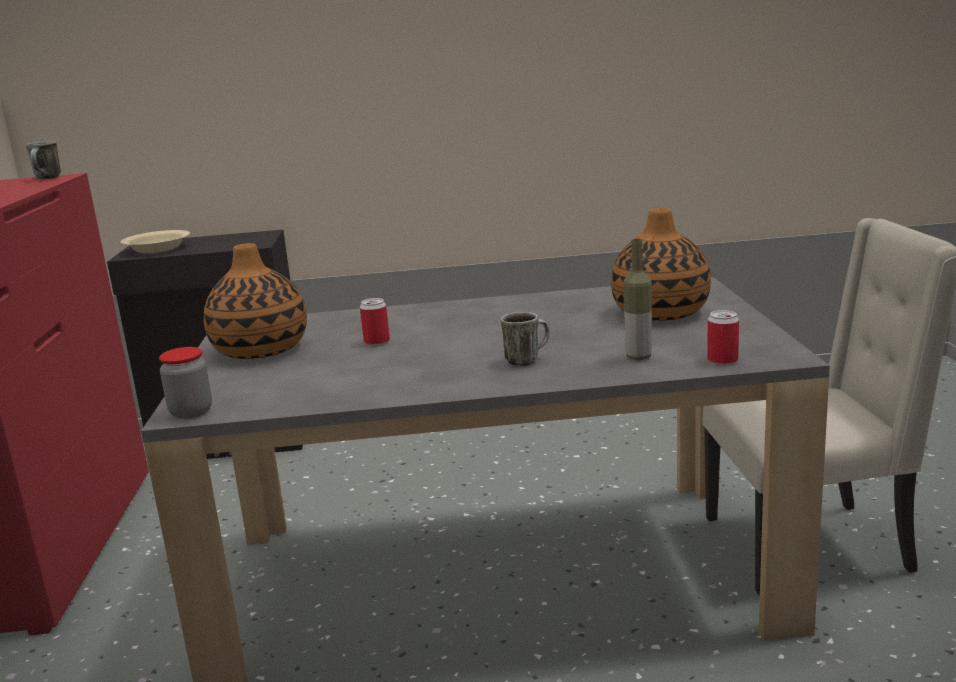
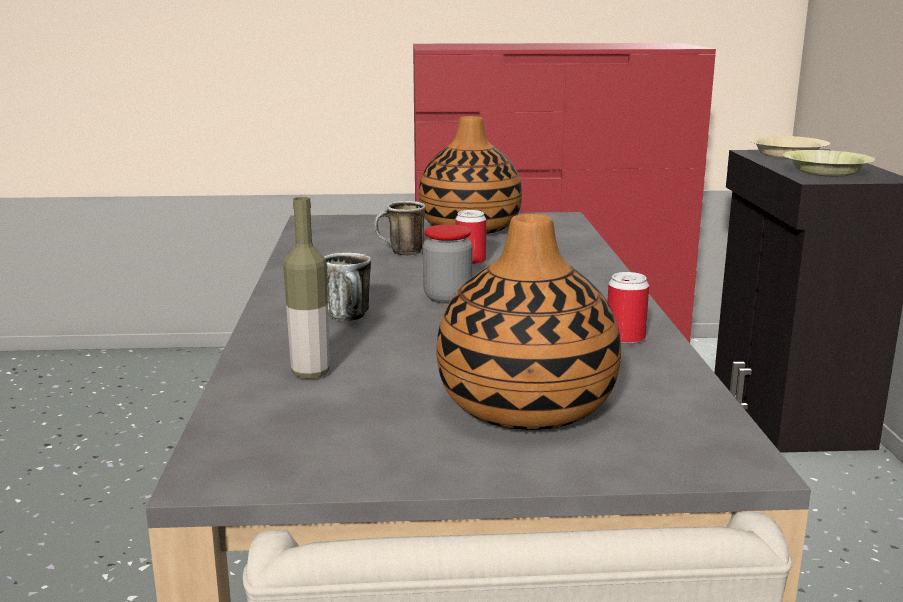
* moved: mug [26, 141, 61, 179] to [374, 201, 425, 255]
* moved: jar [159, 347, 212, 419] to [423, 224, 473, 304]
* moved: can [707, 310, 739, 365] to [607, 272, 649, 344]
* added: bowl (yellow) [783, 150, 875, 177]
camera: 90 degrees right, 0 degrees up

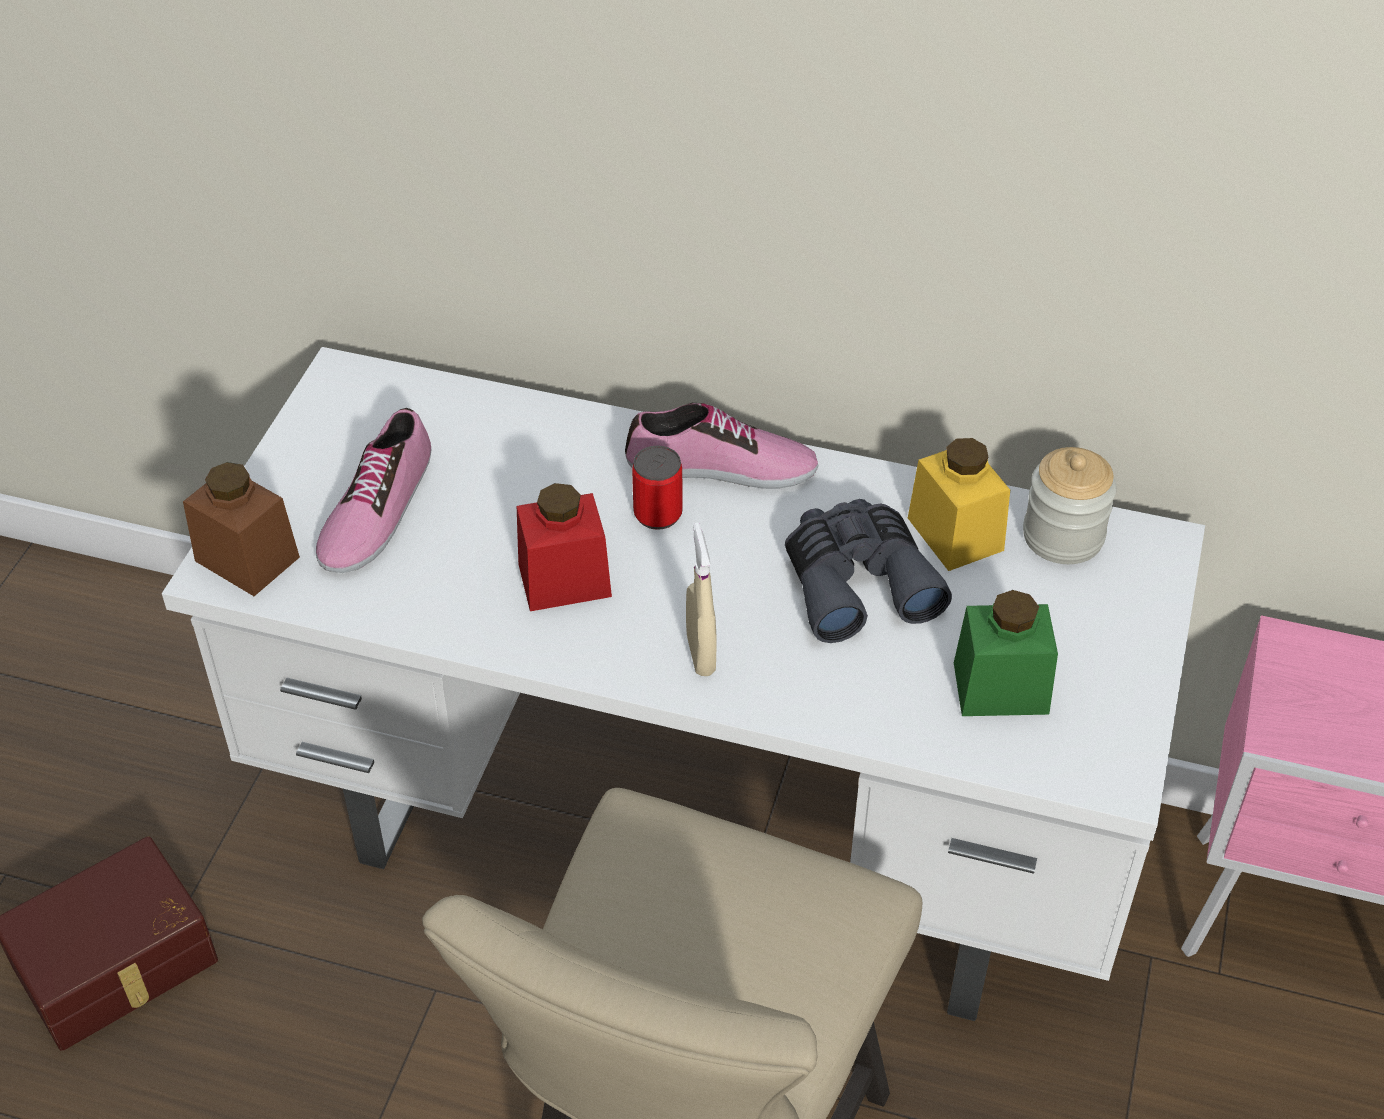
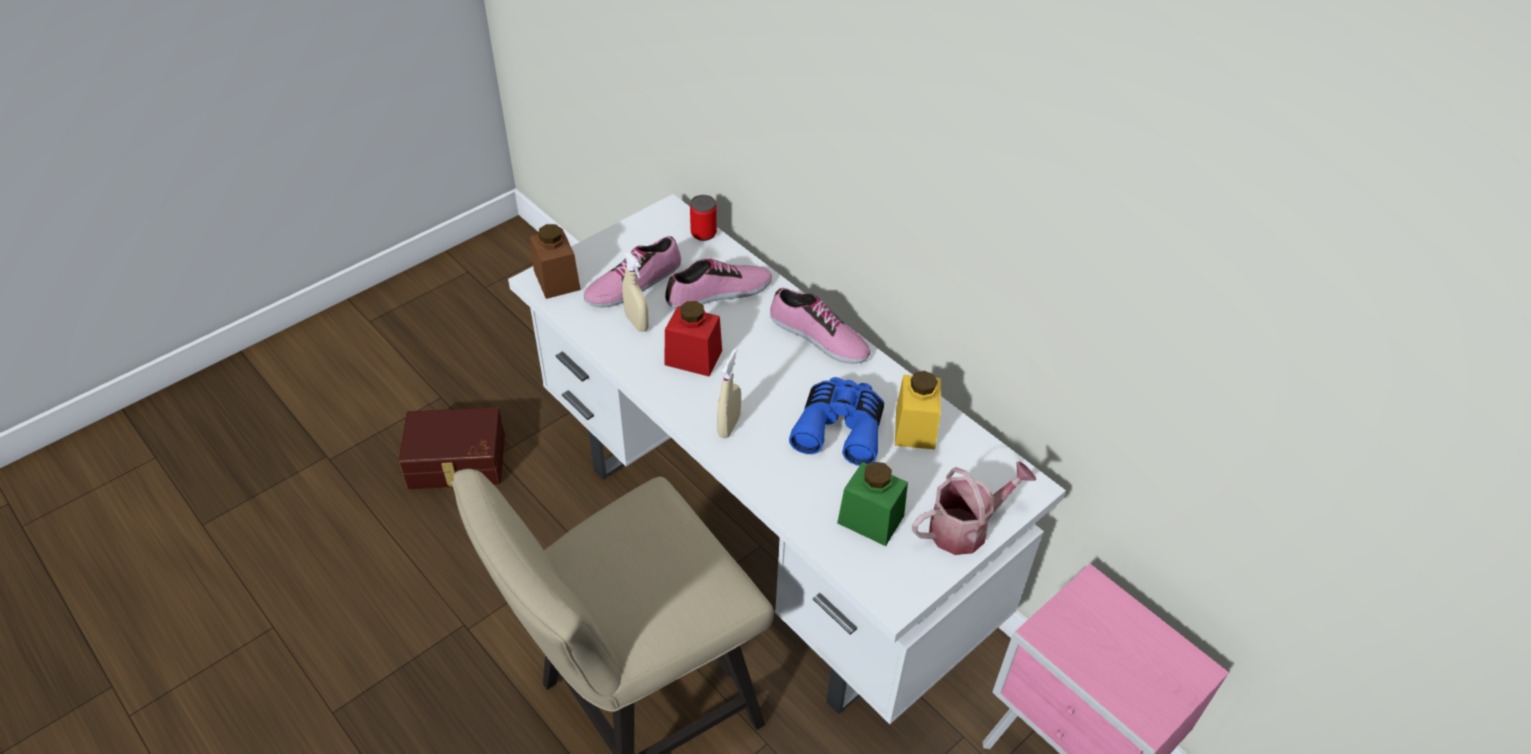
* moved: can [632, 446, 683, 530] to [690, 195, 717, 241]
* recoloured: binoculars (grey) [785, 499, 952, 643] to binoculars (blue) [789, 377, 884, 466]
* removed: jar [1023, 447, 1117, 564]
* added: spray bottle (beige) [622, 251, 649, 332]
* added: shoe [665, 259, 772, 309]
* added: watering can [912, 461, 1037, 555]
camera: 30 degrees right, 0 degrees up

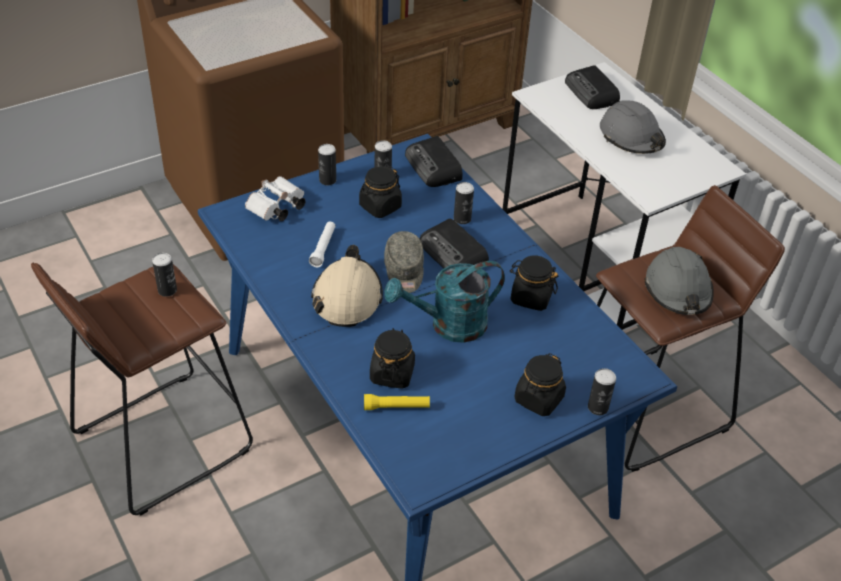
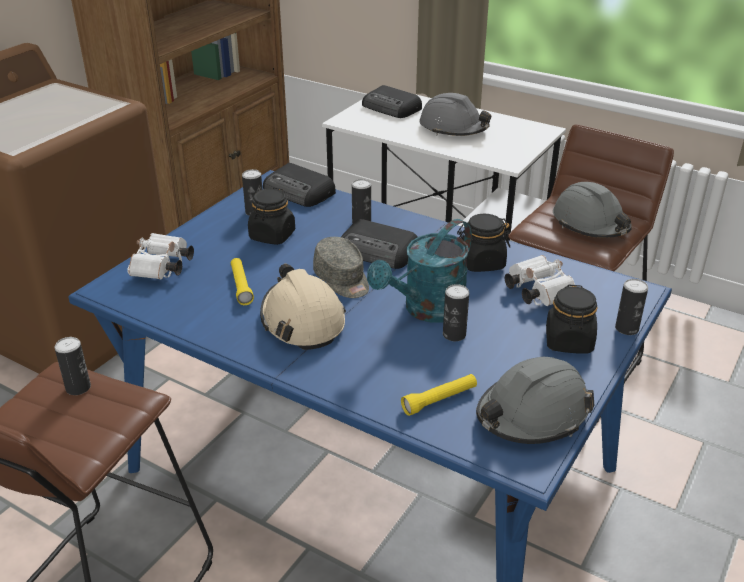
* recoloured: flashlight (white) [309, 221, 335, 267] to flashlight (yellow) [231, 258, 254, 305]
* moved: can [318, 144, 336, 185] to [443, 284, 469, 341]
* removed: jar (black) [370, 328, 415, 389]
* added: hard hat (grey) [476, 357, 594, 444]
* added: binoculars (white) [505, 255, 575, 306]
camera: 25 degrees left, 10 degrees down

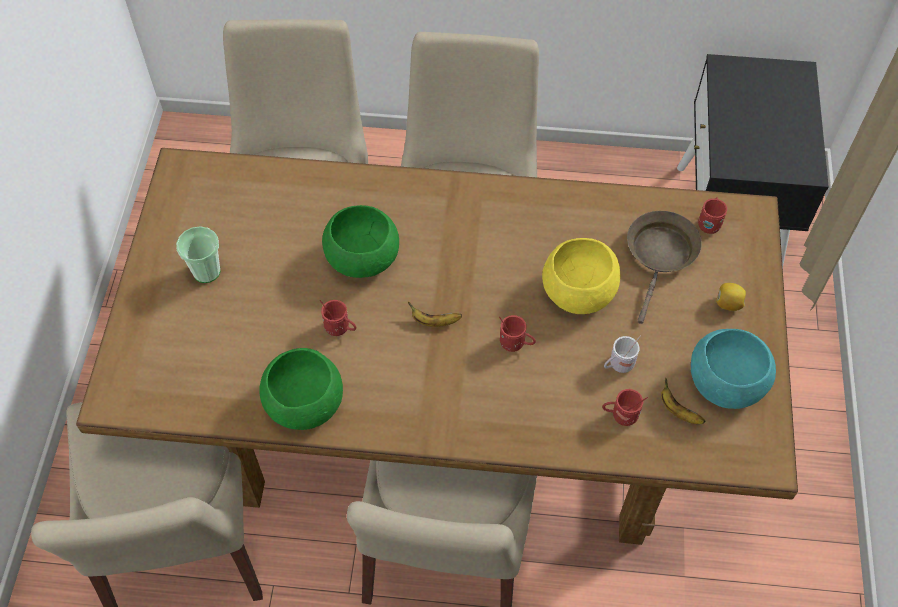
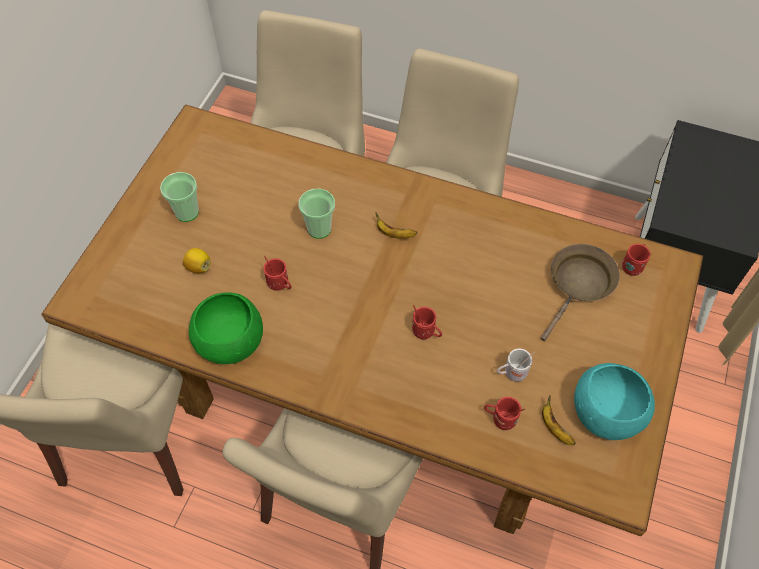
* replaced: bowl (green) [322, 205, 399, 278] to cup [299, 189, 335, 239]
* moved: banana [408, 302, 462, 327] to [375, 212, 417, 239]
* removed: bowl (yellow) [542, 238, 620, 314]
* moved: lemon [716, 283, 746, 311] to [183, 248, 210, 273]
camera: 15 degrees right, 0 degrees up

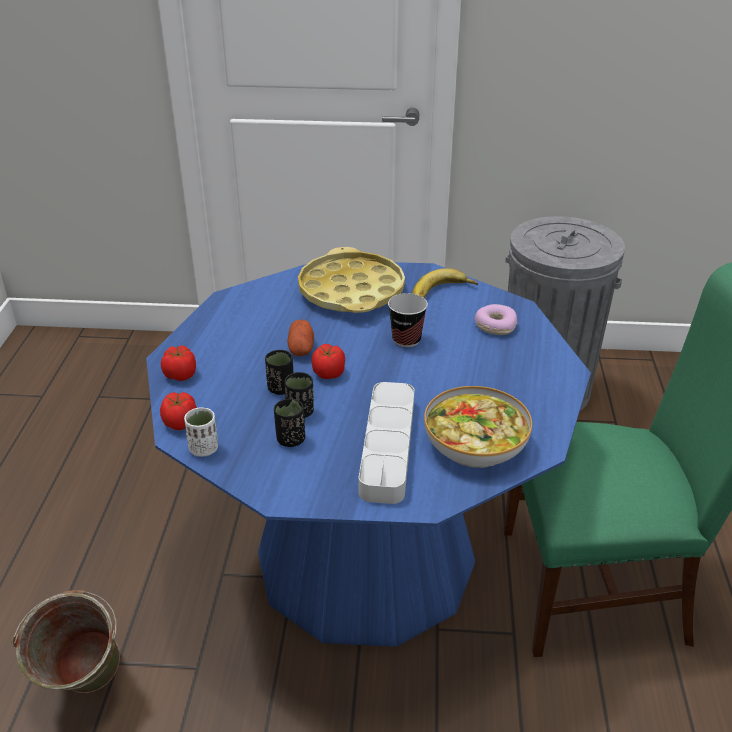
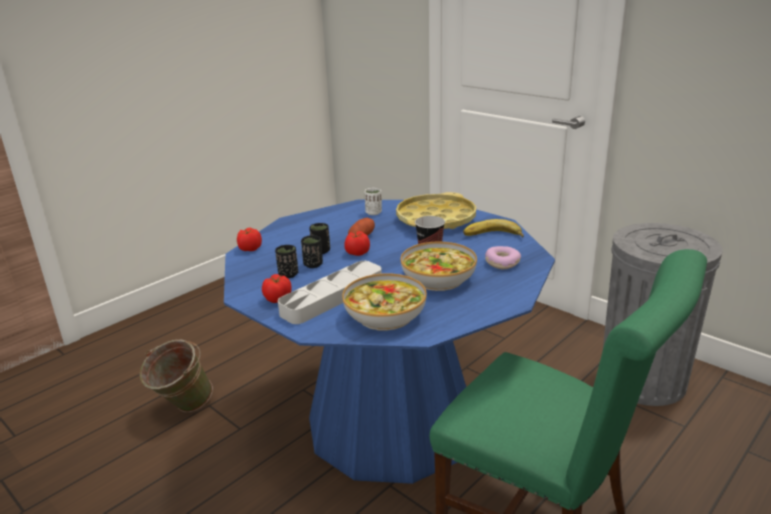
* moved: tomato [161, 345, 196, 381] to [262, 274, 292, 303]
* moved: cup (white) [184, 407, 218, 457] to [365, 188, 382, 215]
* added: bowl [401, 242, 477, 291]
camera: 40 degrees right, 10 degrees down

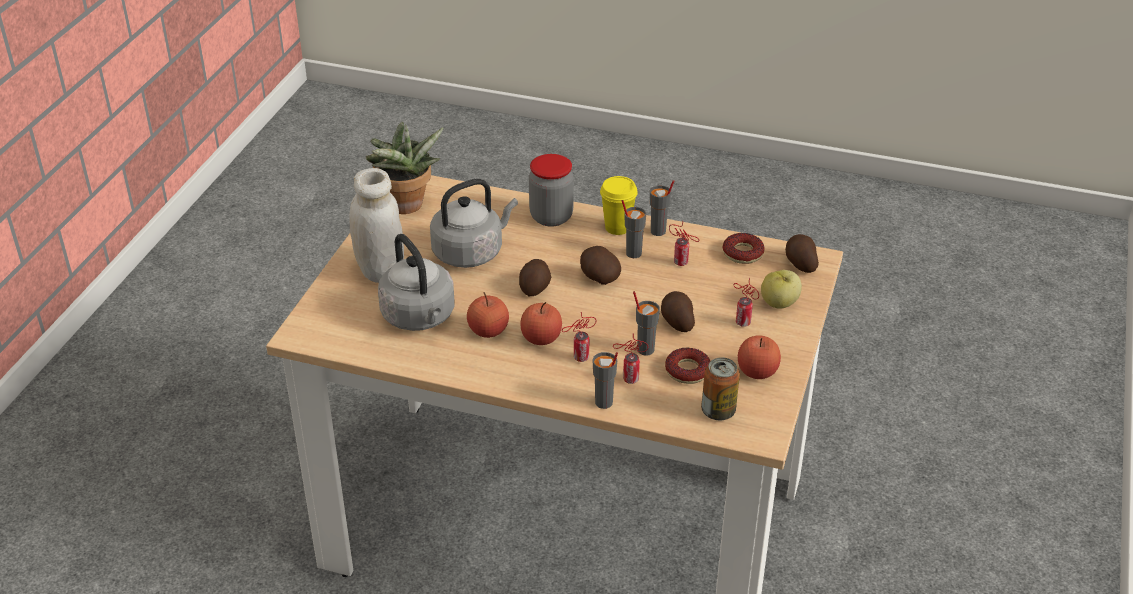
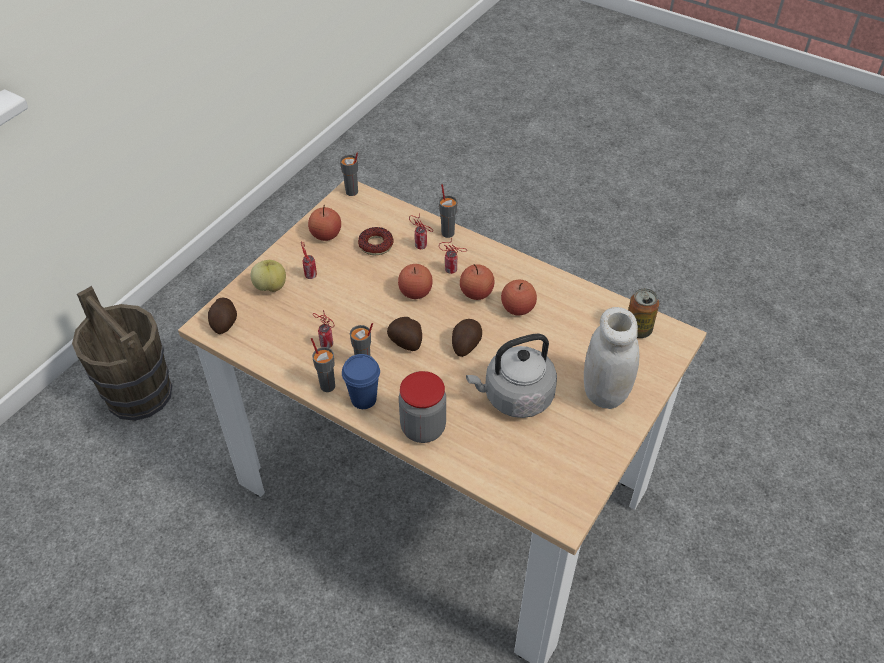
* removed: potted plant [365, 122, 444, 214]
* removed: kettle (grey) [378, 234, 455, 331]
* recoloured: cup (yellow) [600, 176, 638, 235] to cup (blue) [342, 354, 380, 409]
* moved: cup (grey) [633, 291, 660, 356] to [340, 153, 358, 196]
* removed: potato [661, 291, 695, 332]
* moved: can [701, 357, 740, 420] to [628, 288, 659, 338]
* removed: donut [723, 233, 765, 264]
* added: bucket (brown) [72, 286, 172, 421]
* added: apple [398, 264, 433, 299]
camera: 165 degrees left, 10 degrees up

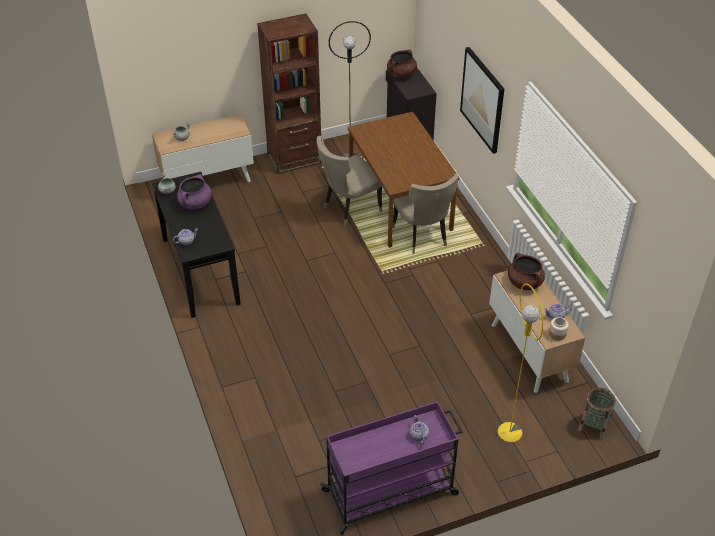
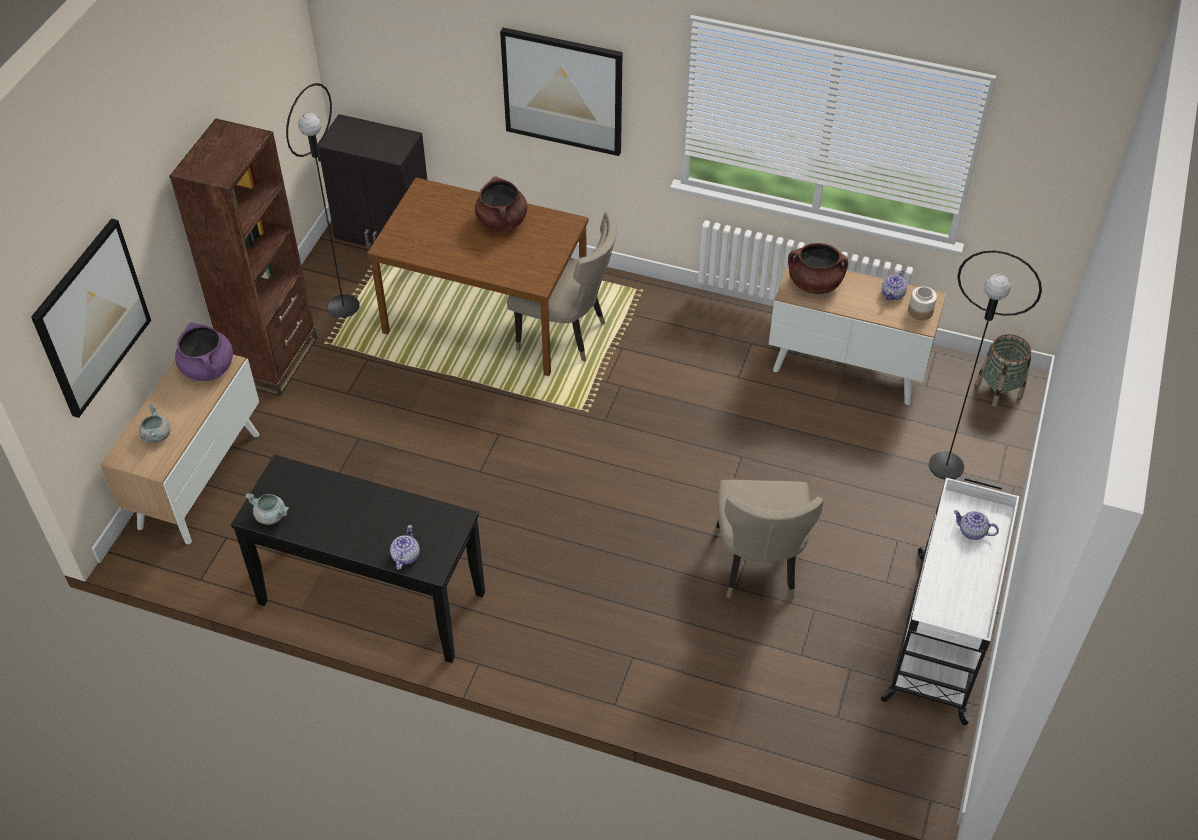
* moved: cooking pot (purple) [177, 175, 212, 210] to [175, 322, 233, 381]
* moved: chair (beige) [317, 136, 382, 226] to [714, 480, 824, 600]
* recoloured: cart (purple) [320, 401, 463, 535] to cart (white) [880, 476, 1019, 725]
* moved: cooking pot (brown) [387, 49, 417, 79] to [475, 176, 527, 232]
* recoloured: floor lamp (yellow) [498, 283, 544, 443] to floor lamp (black) [929, 250, 1042, 479]
* added: picture [31, 218, 151, 418]
camera: 50 degrees left, 5 degrees up

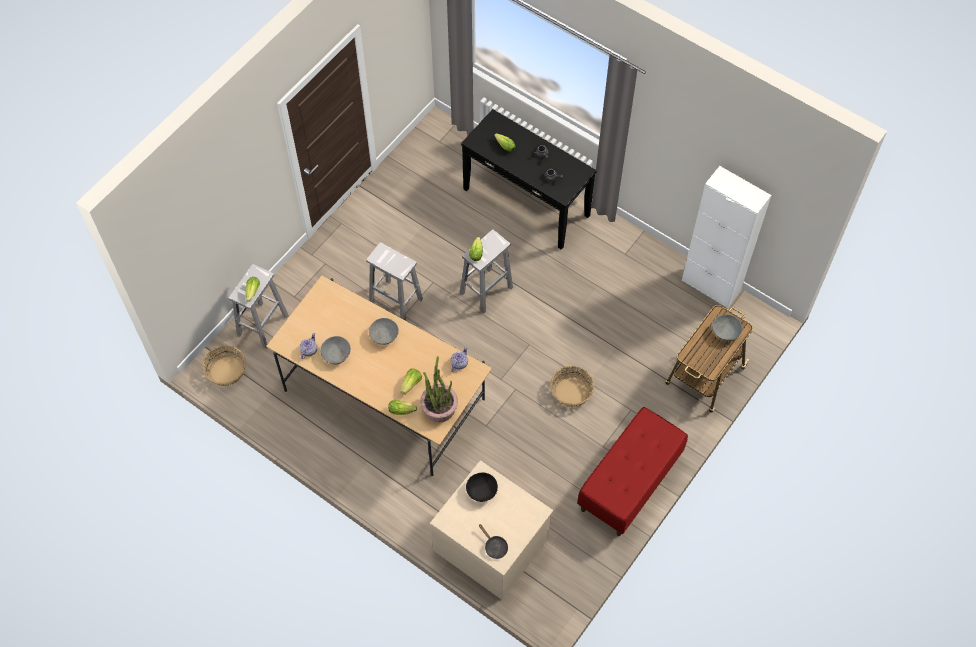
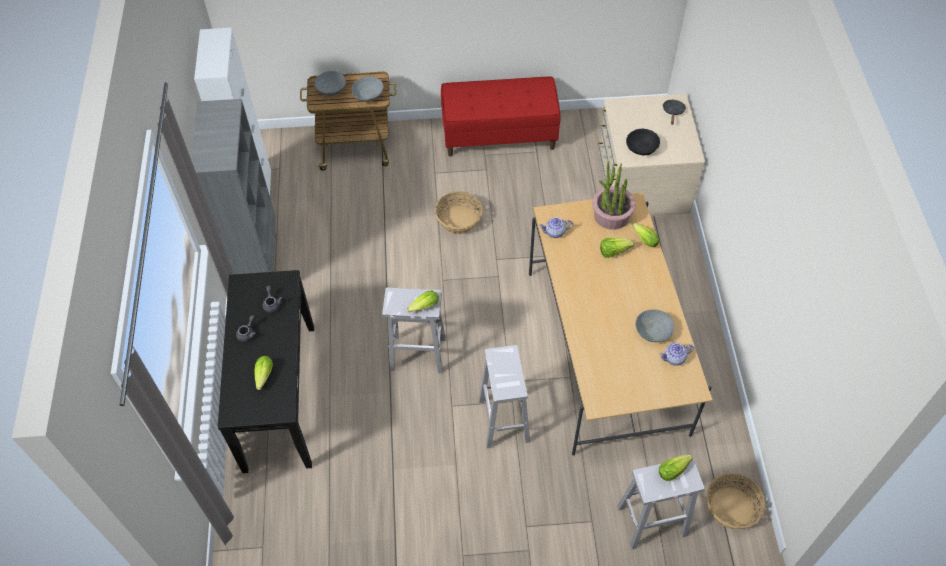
* moved: bowl (grey) [369, 318, 399, 345] to [352, 76, 383, 102]
* added: bookcase (grey) [191, 99, 276, 274]
camera: 130 degrees left, 5 degrees down

